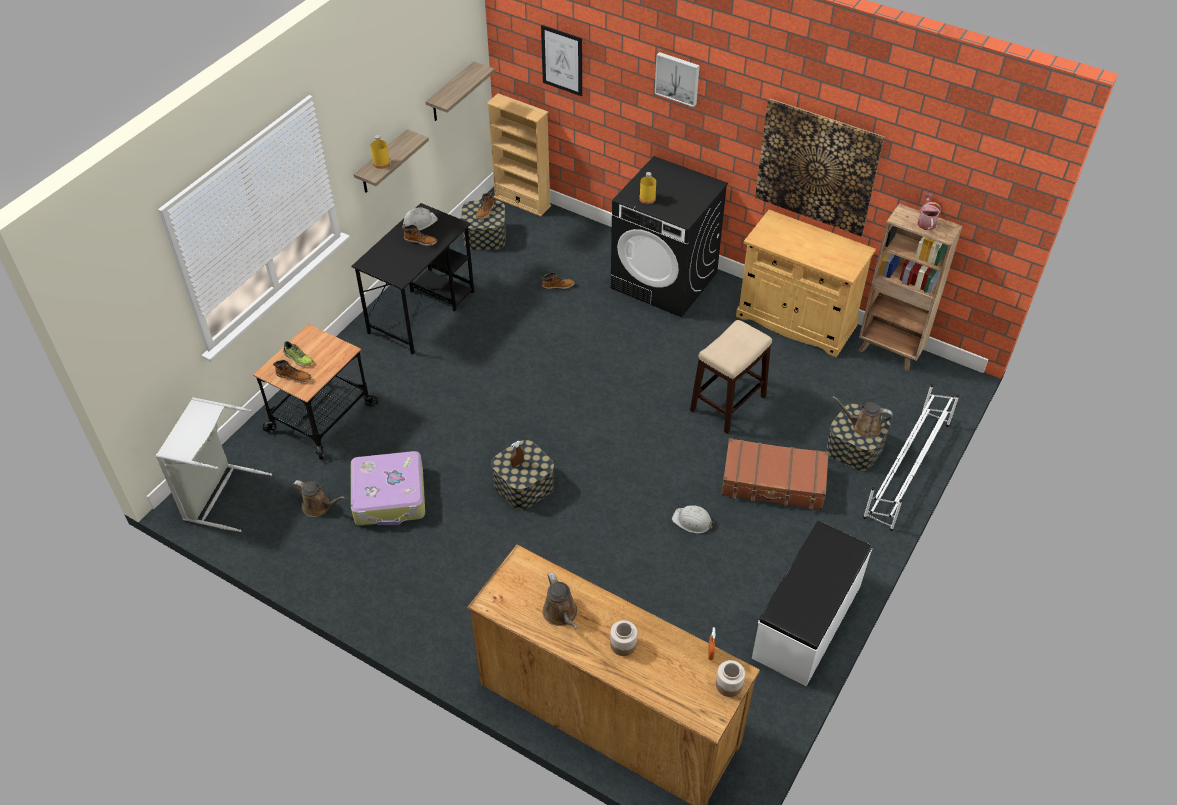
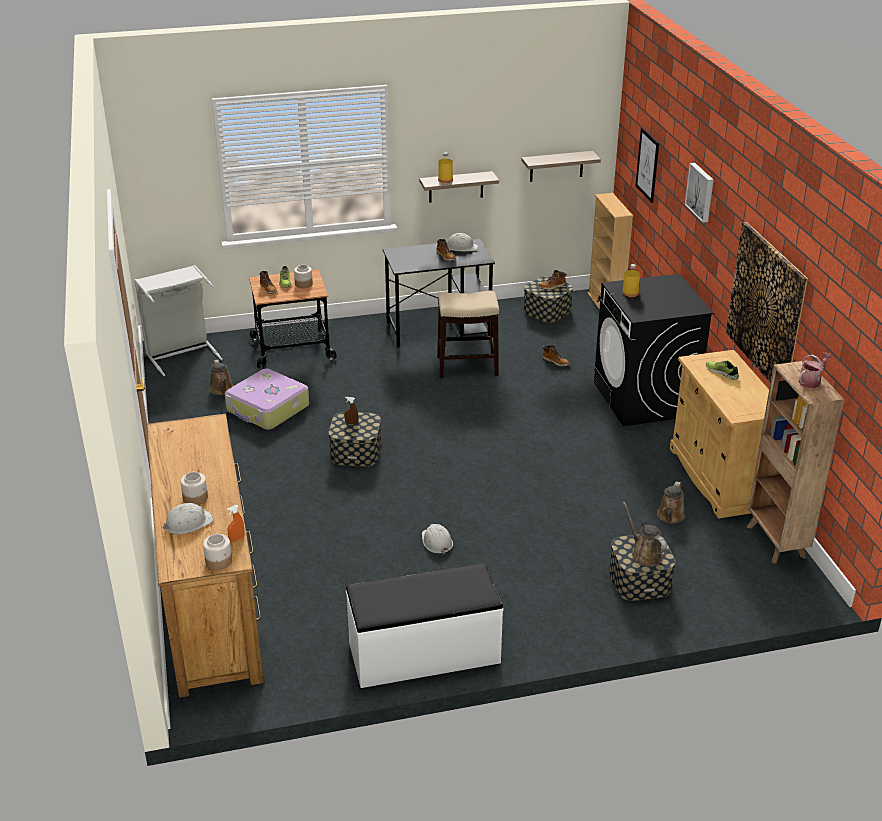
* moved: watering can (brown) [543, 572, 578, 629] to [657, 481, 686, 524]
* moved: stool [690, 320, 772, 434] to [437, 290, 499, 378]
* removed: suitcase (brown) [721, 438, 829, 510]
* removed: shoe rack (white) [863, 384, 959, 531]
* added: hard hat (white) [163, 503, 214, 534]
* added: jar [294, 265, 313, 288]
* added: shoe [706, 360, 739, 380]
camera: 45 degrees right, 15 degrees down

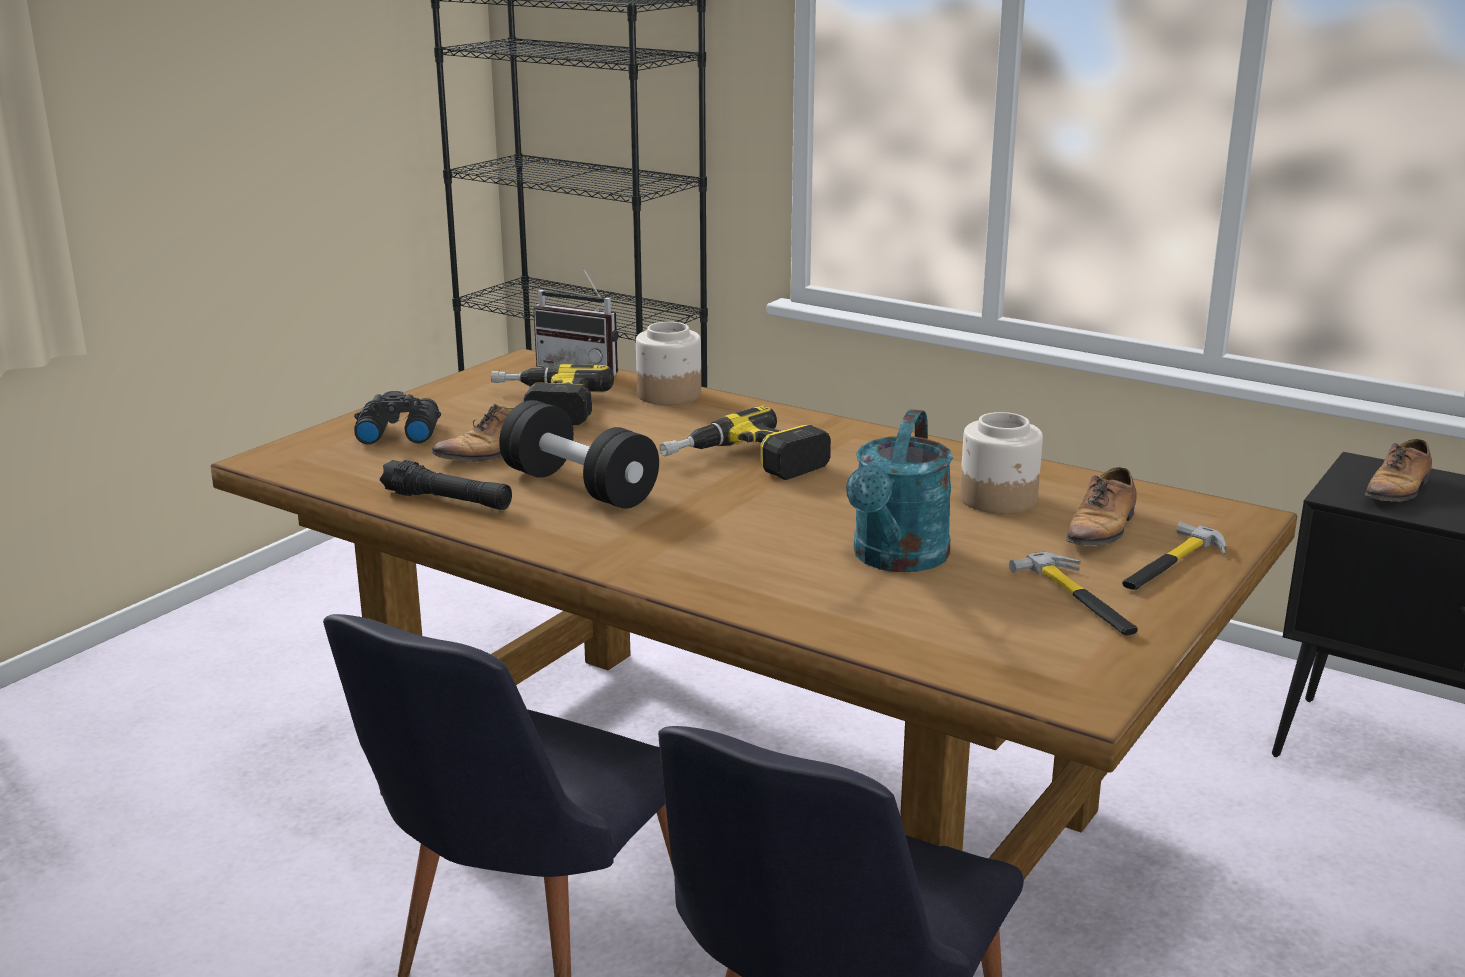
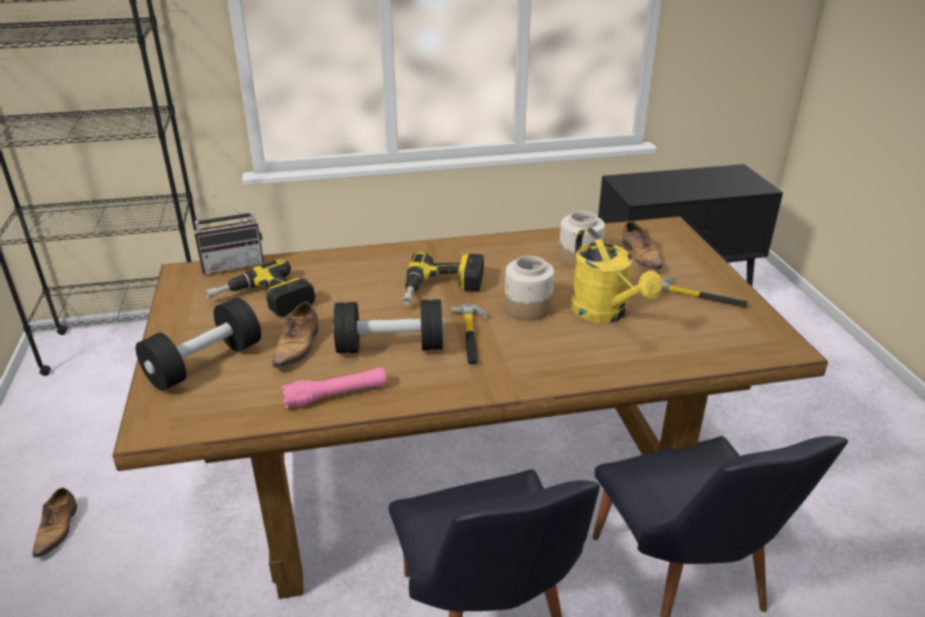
* replaced: binoculars (black) [354, 391, 441, 445] to dumbbell (black) [136, 297, 261, 391]
* recoloured: flashlight (black) [380, 460, 512, 510] to flashlight (pink) [281, 367, 386, 408]
* moved: jar [636, 322, 701, 405] to [504, 256, 554, 321]
* recoloured: watering can (turquoise) [846, 409, 953, 572] to watering can (yellow) [571, 228, 663, 323]
* moved: hammer [1122, 522, 1226, 590] to [451, 304, 487, 364]
* moved: shoe [1365, 439, 1432, 502] to [32, 488, 77, 558]
camera: 45 degrees left, 10 degrees up

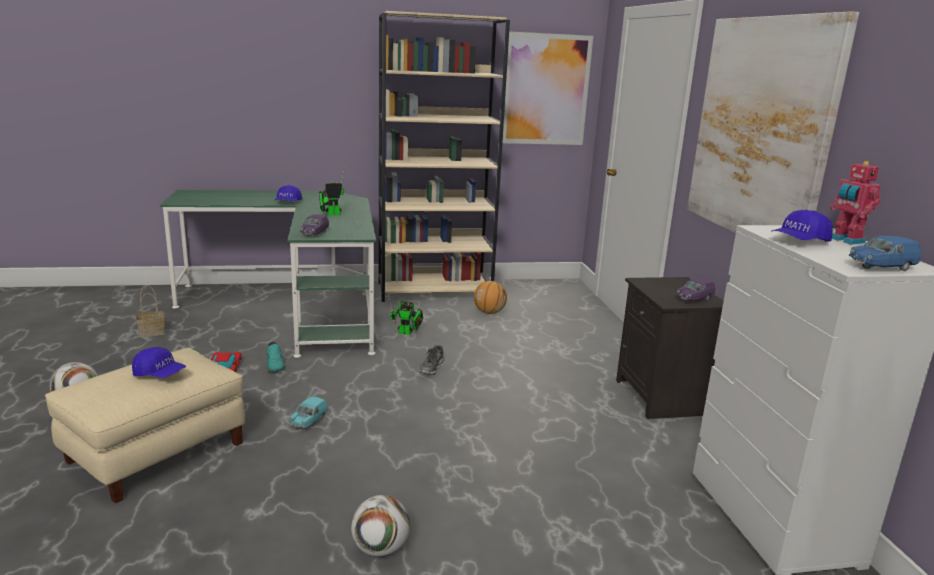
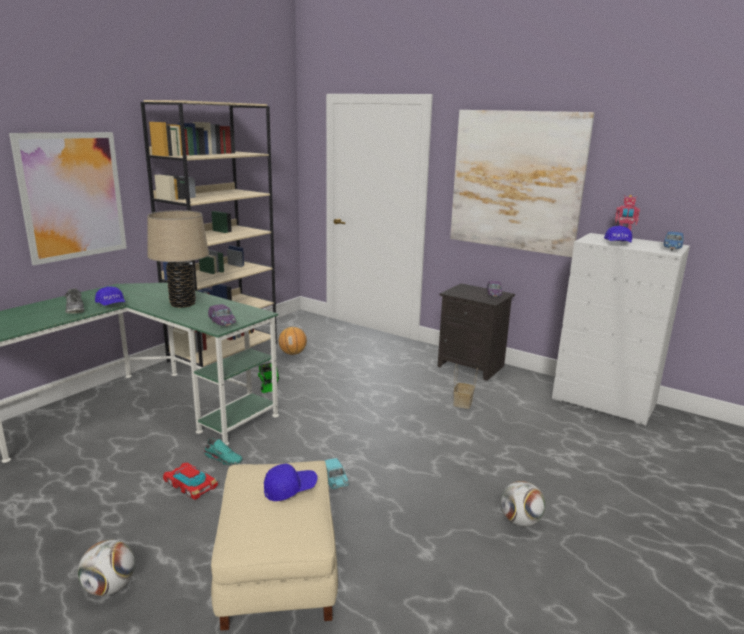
* moved: basket [136, 285, 165, 337] to [453, 366, 478, 409]
* replaced: toy robot [319, 166, 345, 215] to table lamp (beige) [148, 210, 209, 308]
* moved: shoe [419, 345, 444, 376] to [64, 288, 84, 314]
* moved: picture [503, 31, 593, 145] to [9, 132, 127, 265]
camera: 45 degrees left, 0 degrees up

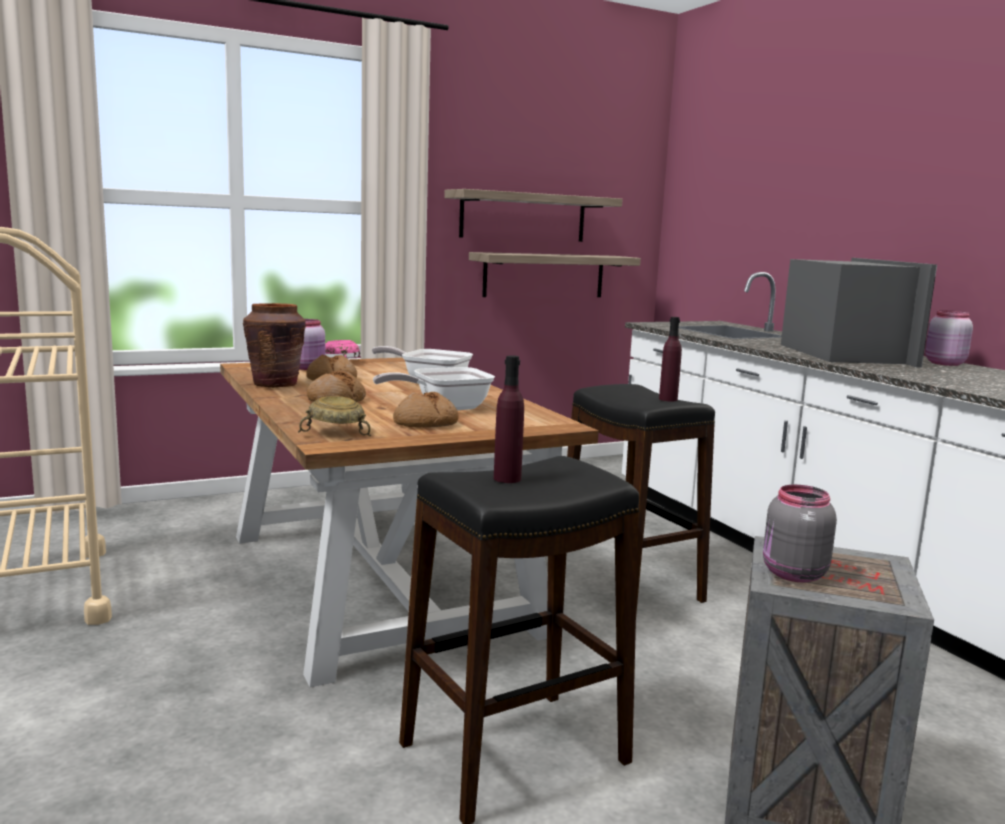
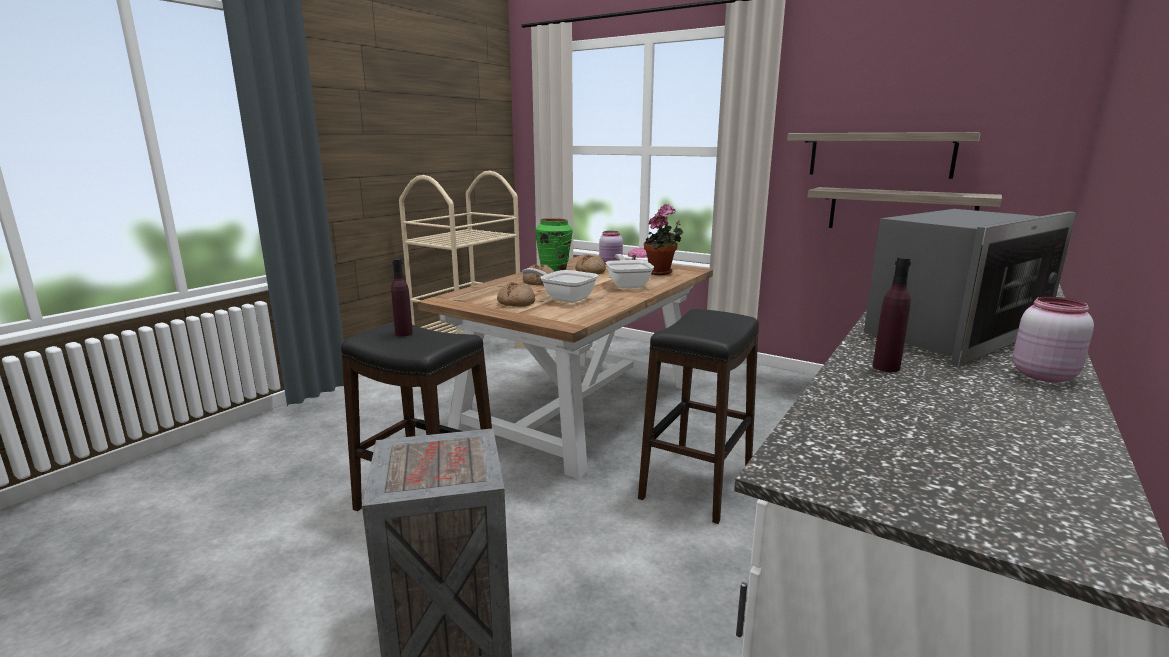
* recoloured: vase (brown) [243, 303, 306, 388] to vase (green) [535, 218, 573, 271]
* removed: bowl (beige) [298, 396, 371, 436]
* moved: bottle (purple) [659, 317, 682, 402] to [873, 257, 911, 372]
* removed: jar (grey) [763, 485, 837, 583]
* added: potted plant [644, 204, 683, 275]
camera: 60 degrees right, 5 degrees up

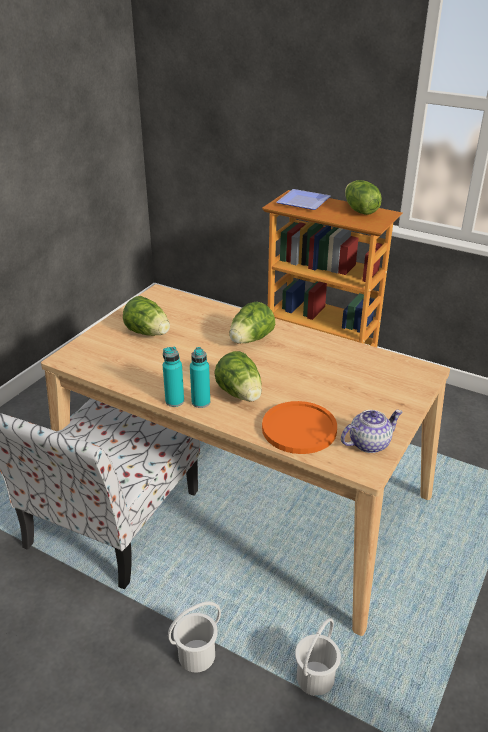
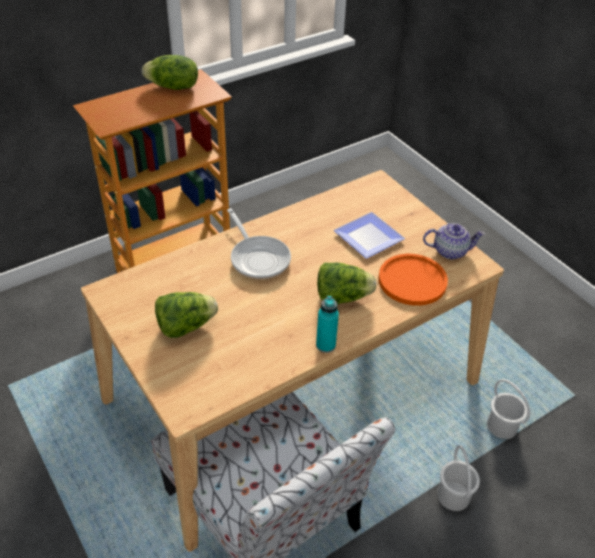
* removed: bottle (turquoise) [190, 347, 210, 408]
* replaced: lettuce [229, 301, 275, 344] to frying pan [227, 208, 291, 279]
* moved: plate [276, 189, 331, 210] to [334, 212, 405, 259]
* turned: teapot [341, 410, 402, 453] = [423, 223, 485, 259] 90 degrees clockwise
camera: 65 degrees left, 10 degrees up

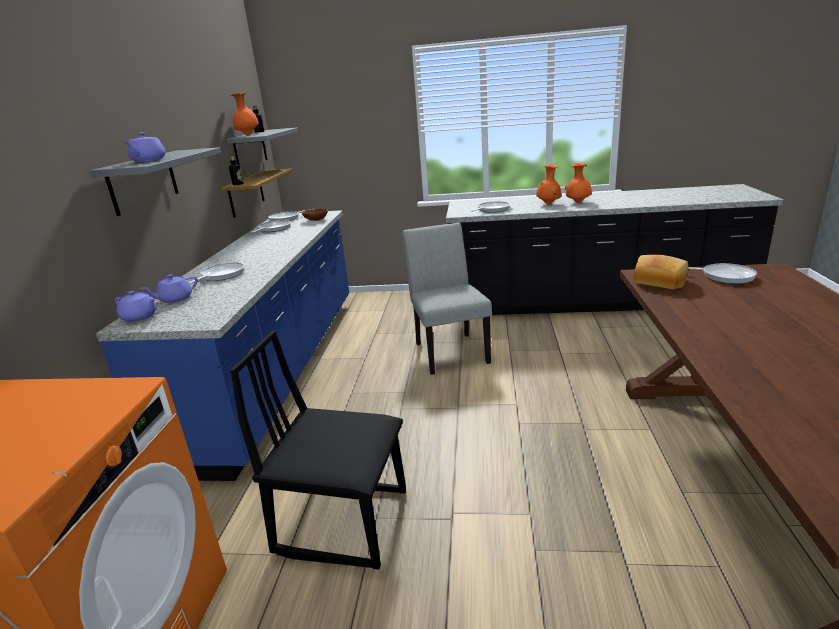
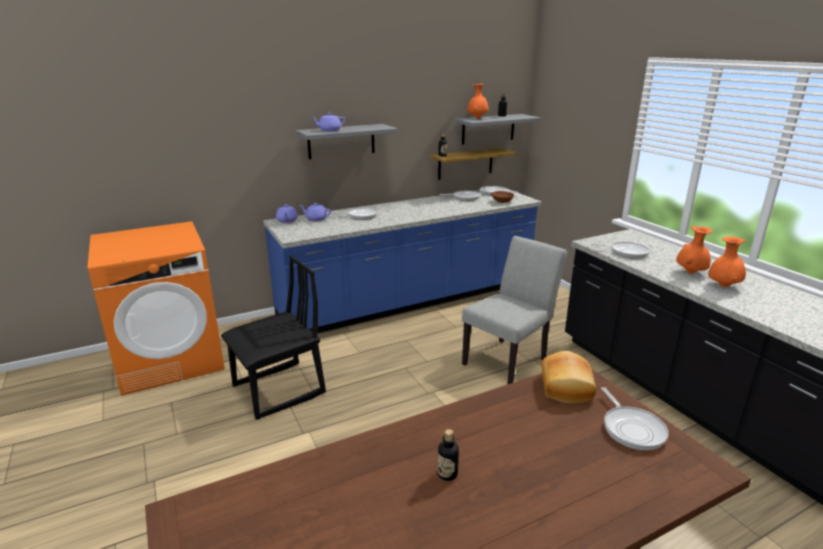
* turned: chair (black) [230, 330, 406, 570] = [221, 255, 326, 420] 75 degrees clockwise
* added: bottle [437, 429, 459, 481]
camera: 55 degrees right, 0 degrees up

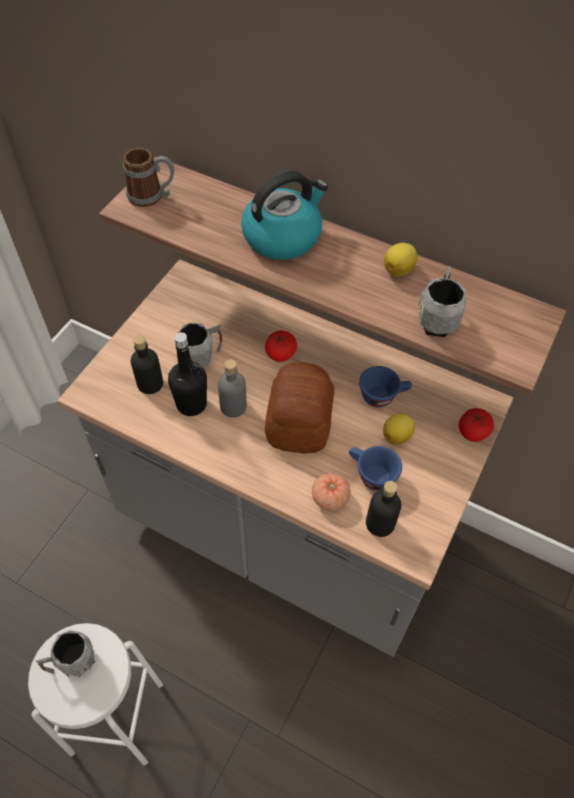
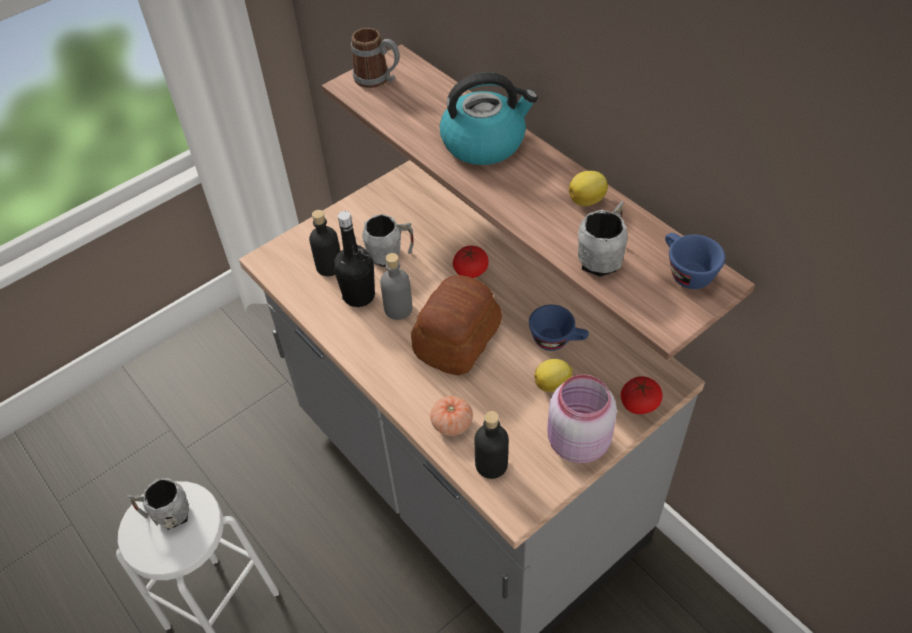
* moved: cup (blue) [349, 446, 402, 491] to [665, 233, 725, 289]
* added: jar (pink) [547, 375, 617, 463]
camera: 25 degrees right, 5 degrees down

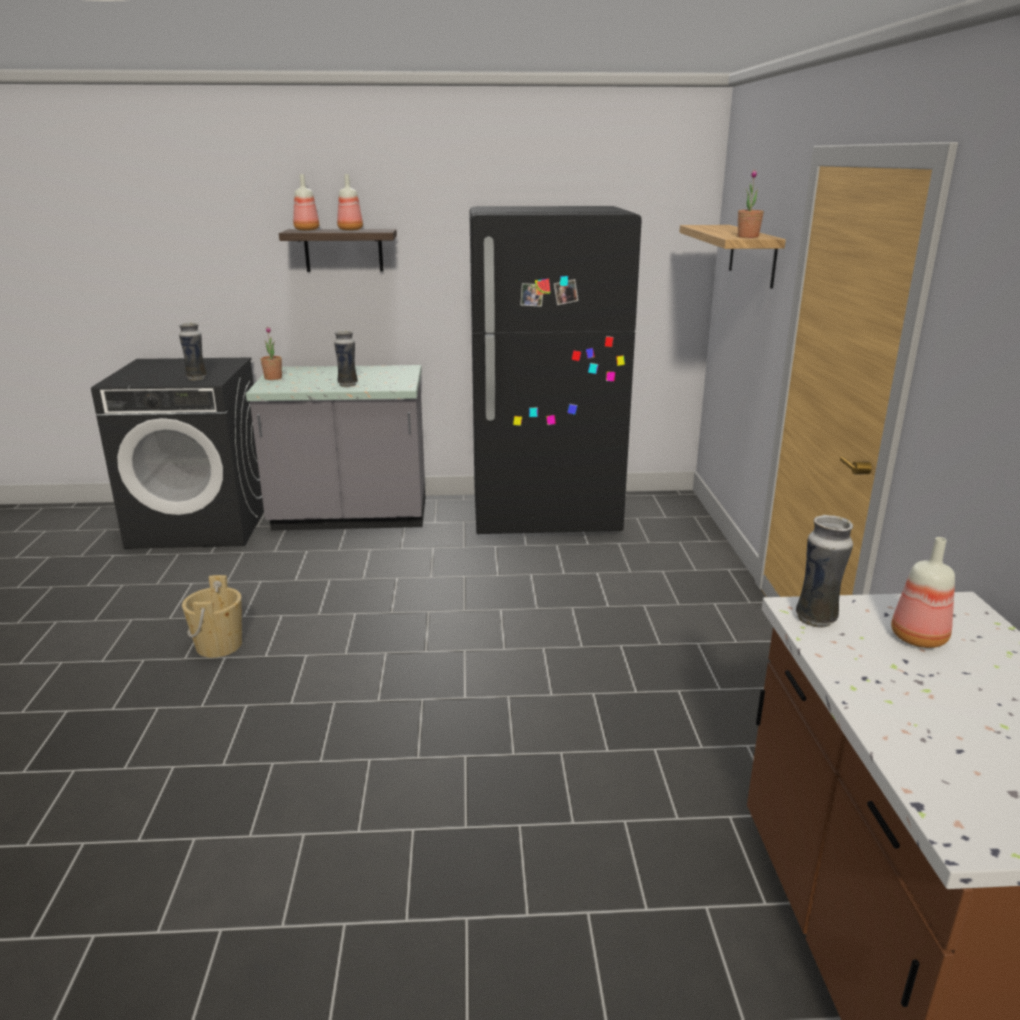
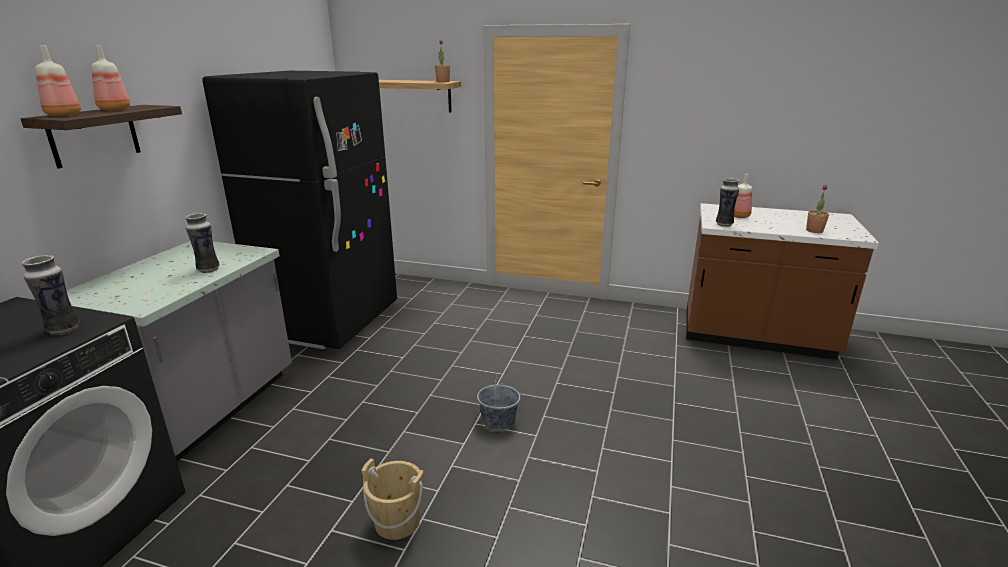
* moved: potted plant [261, 327, 282, 380] to [806, 185, 829, 233]
* added: bucket (grey) [477, 374, 520, 430]
camera: 70 degrees left, 0 degrees up

